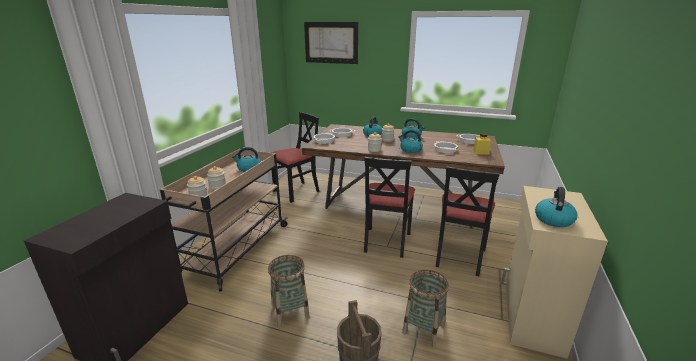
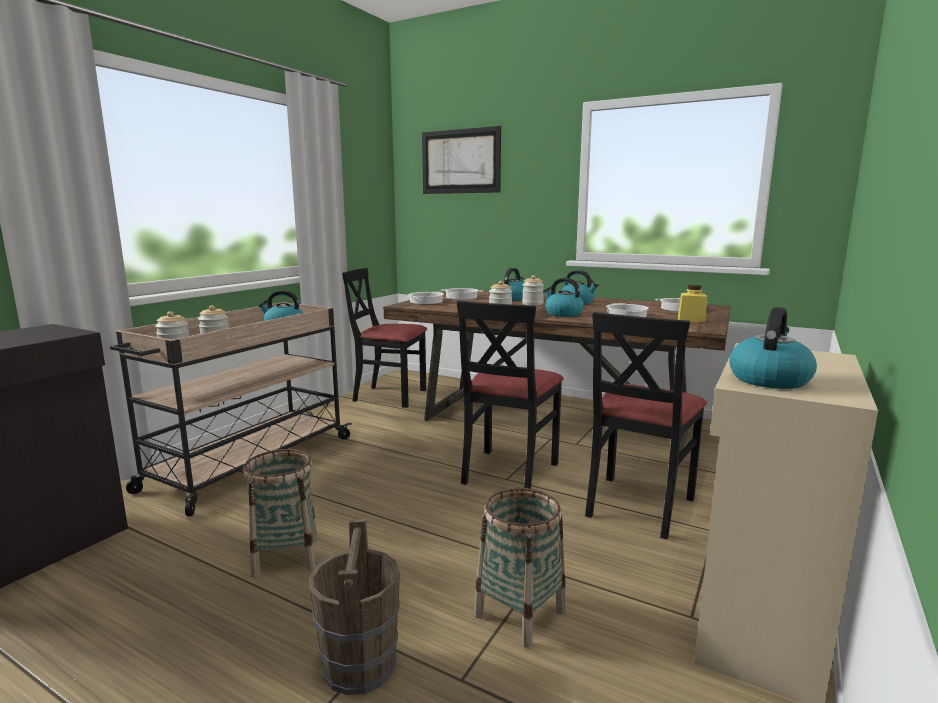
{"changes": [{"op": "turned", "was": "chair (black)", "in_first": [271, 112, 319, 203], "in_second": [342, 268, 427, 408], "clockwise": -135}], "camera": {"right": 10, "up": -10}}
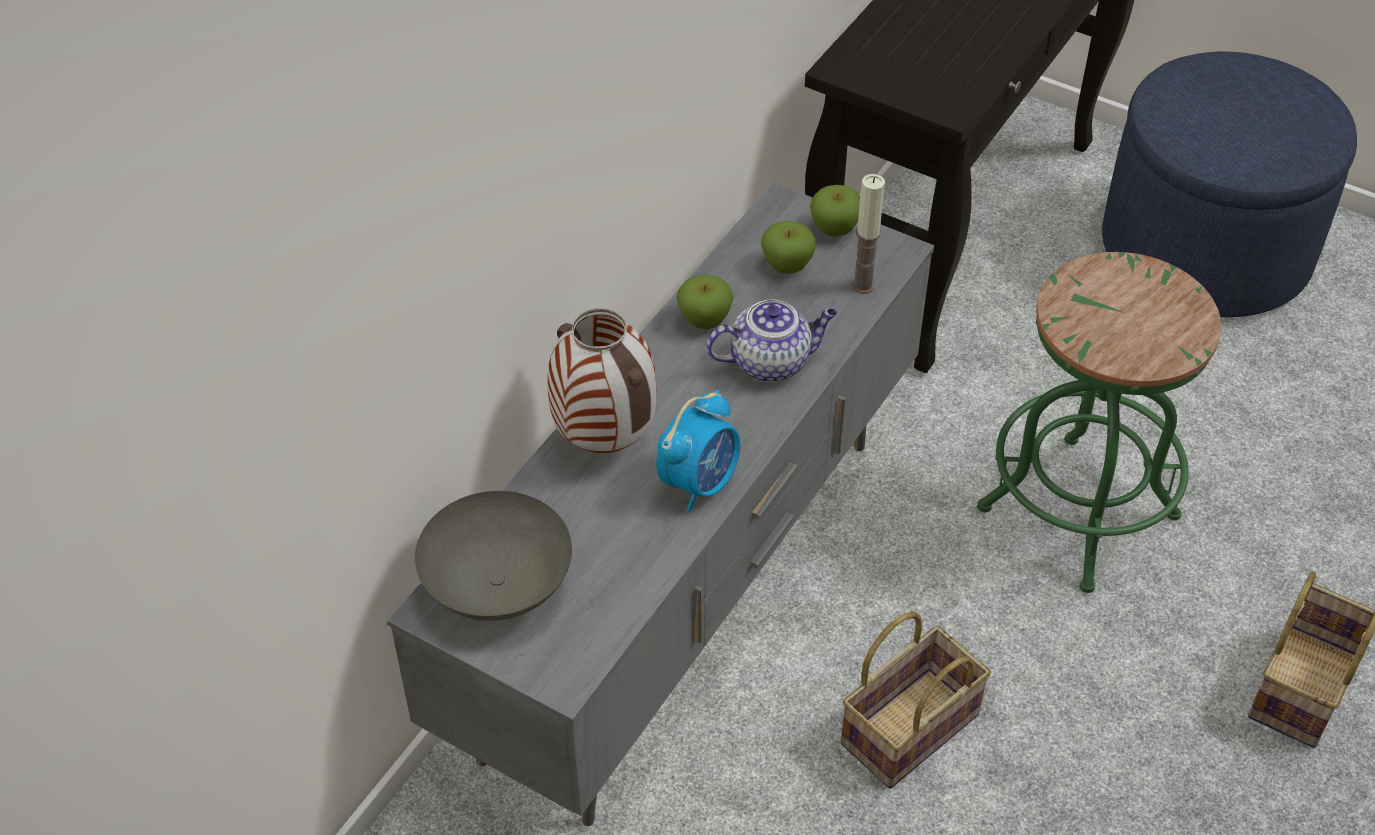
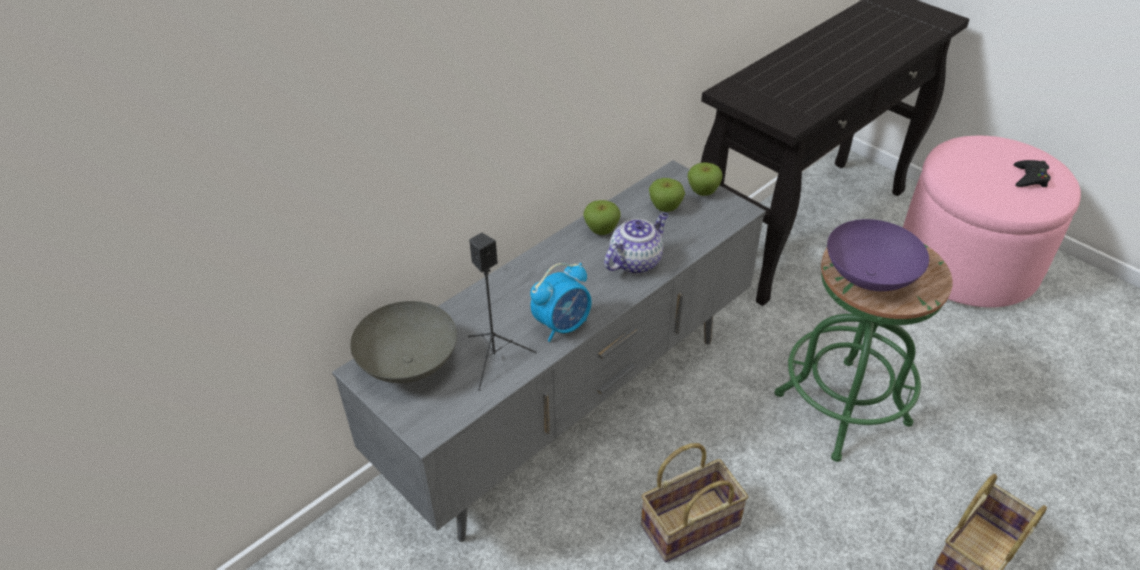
{"changes": [{"op": "removed", "was": "vase", "in_first": [547, 309, 657, 453]}, {"op": "removed", "was": "candle", "in_first": [851, 174, 885, 294]}, {"op": "added", "now": "speaker (black)", "in_second": [468, 233, 537, 391]}, {"op": "added", "now": "bowl (purple)", "in_second": [827, 219, 929, 291]}, {"op": "added", "now": "game controller (black)", "in_second": [1013, 160, 1051, 187]}, {"op": "recoloured", "was": "ottoman (blue)", "now": "ottoman (pink)", "in_first": [1102, 51, 1357, 317], "in_second": [903, 136, 1081, 307]}, {"op": "turned", "was": "teapot", "in_first": [706, 300, 837, 382], "in_second": [604, 213, 668, 274], "clockwise": -45}], "camera": {"right": 15, "up": -5}}
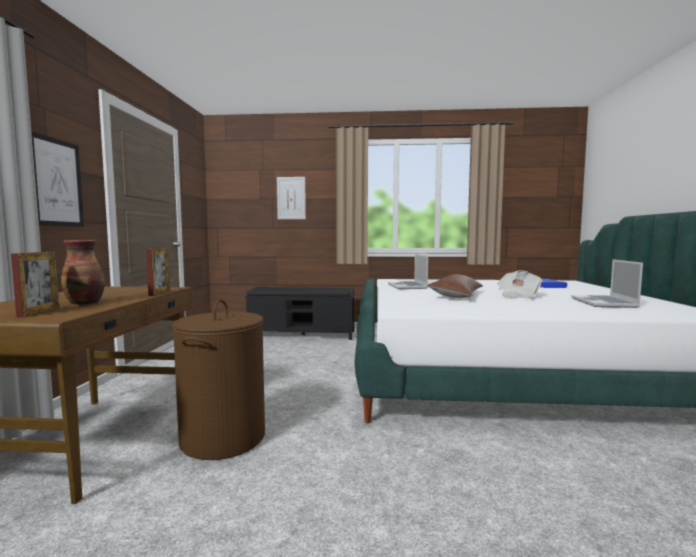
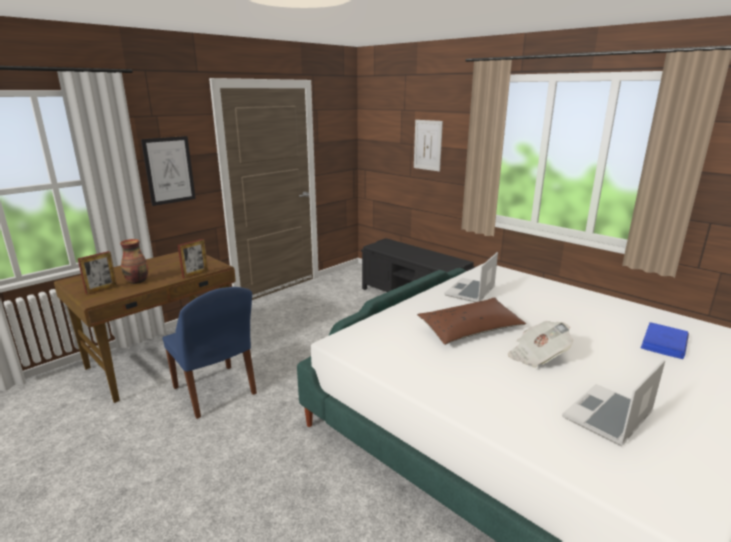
{"changes": [{"op": "replaced", "was": "laundry basket (brown)", "now": "chair (blue)", "in_first": [172, 299, 265, 460], "in_second": [163, 287, 257, 419]}], "camera": {"right": 40, "up": 15}}
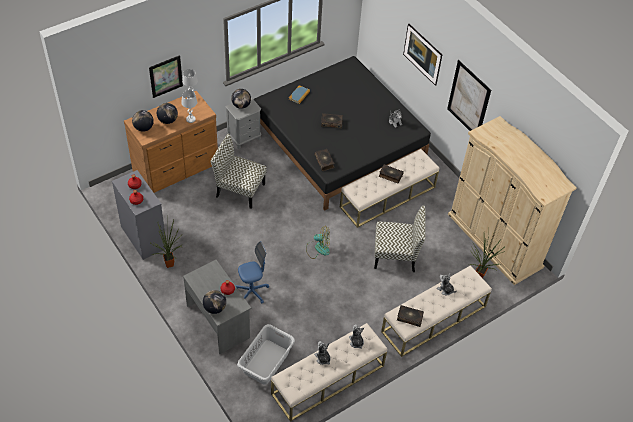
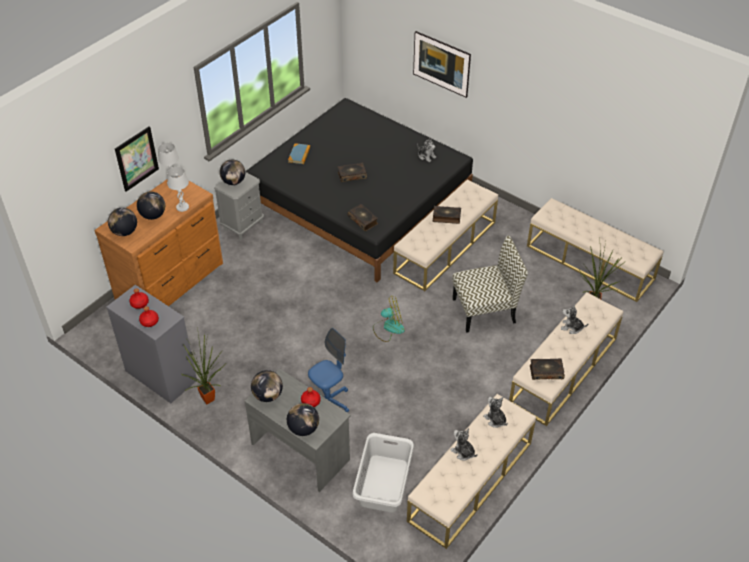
{"changes": [{"op": "removed", "was": "chair", "in_first": [211, 134, 267, 209]}, {"op": "removed", "was": "picture", "in_first": [447, 60, 491, 131]}, {"op": "added", "now": "globe", "in_second": [251, 370, 283, 402]}, {"op": "replaced", "was": "wardrobe (beige)", "now": "bench (beige)", "in_first": [448, 116, 577, 285], "in_second": [527, 198, 663, 302]}], "camera": {"right": -15, "up": -5}}
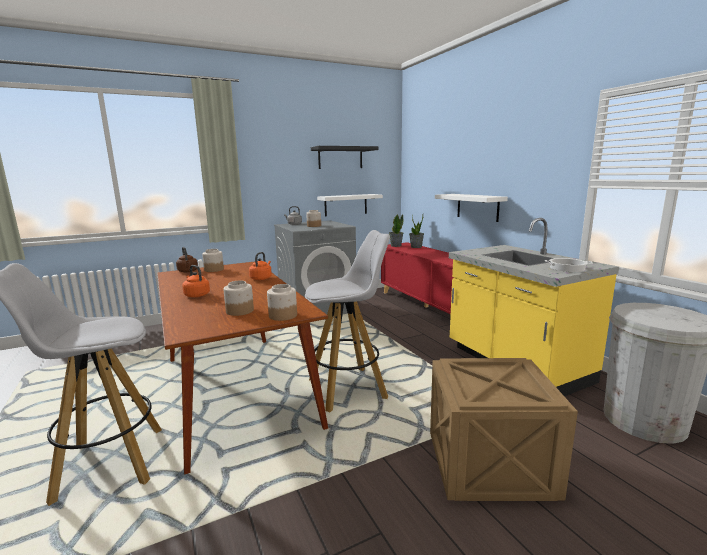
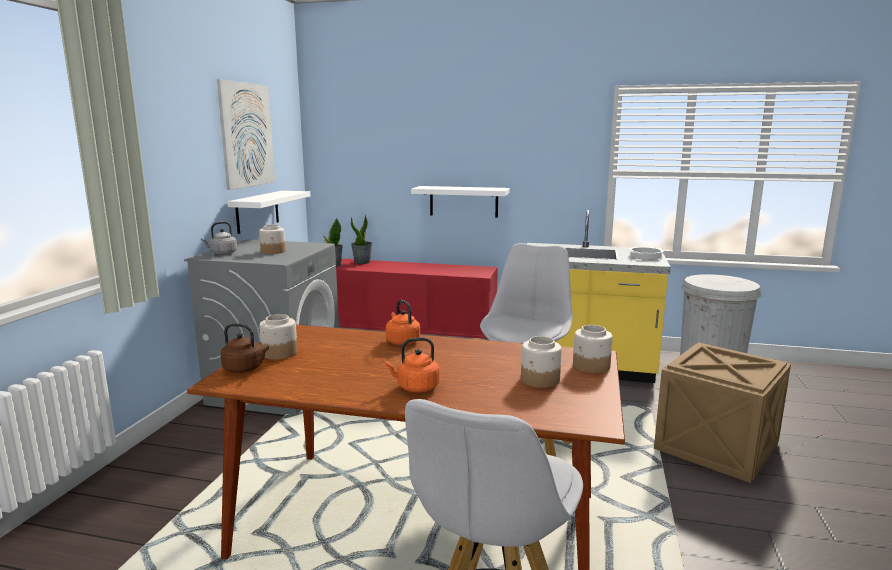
{"changes": [{"op": "replaced", "was": "shelf (black)", "now": "picture", "in_first": [311, 146, 378, 169], "in_second": [217, 79, 275, 190]}], "camera": {"right": -50, "up": 0}}
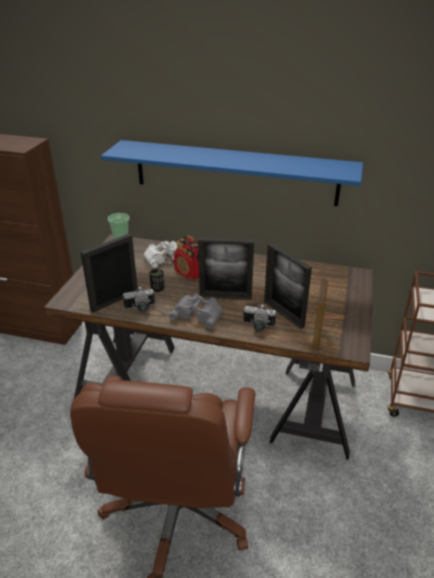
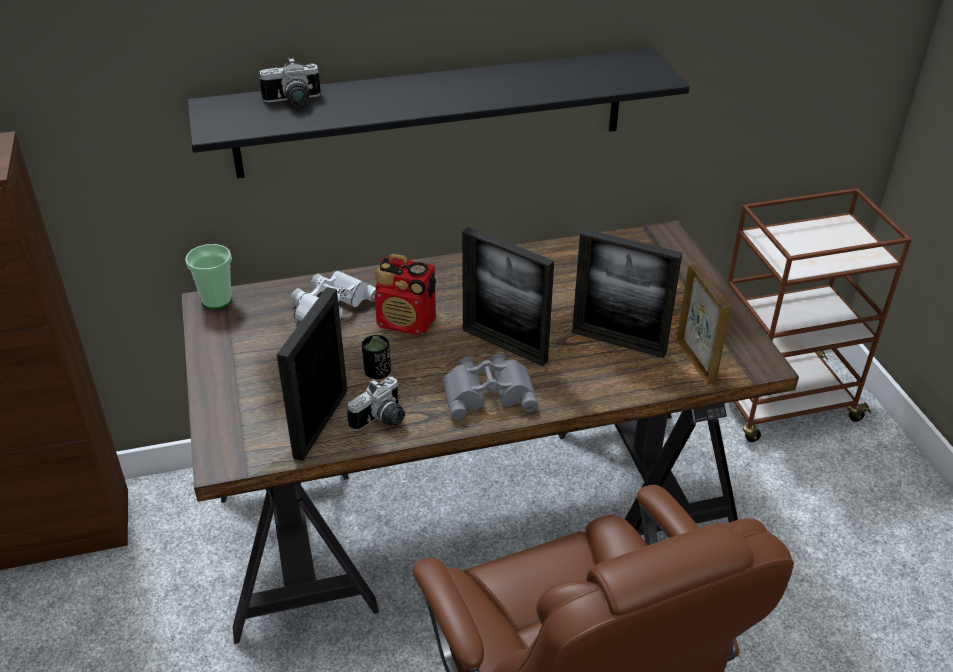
{"changes": [{"op": "moved", "was": "photo camera", "in_first": [243, 304, 276, 332], "in_second": [259, 58, 321, 106]}, {"op": "recoloured", "was": "shelf (blue)", "now": "shelf (black)", "in_first": [101, 140, 363, 206], "in_second": [187, 48, 690, 178]}, {"op": "turned", "was": "picture frame", "in_first": [198, 237, 254, 300], "in_second": [462, 227, 554, 366], "clockwise": 60}], "camera": {"right": -30, "up": 5}}
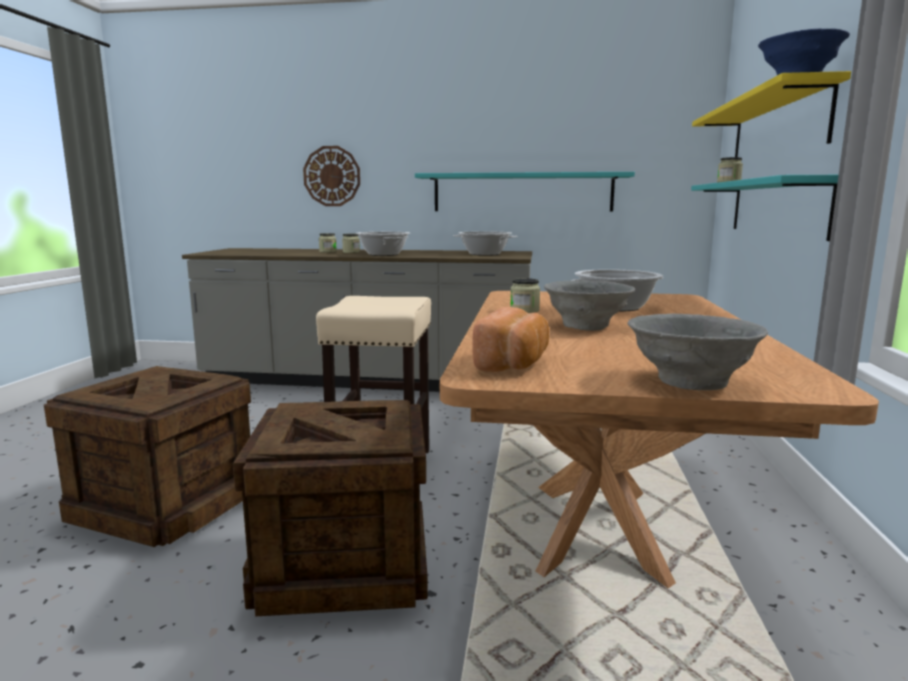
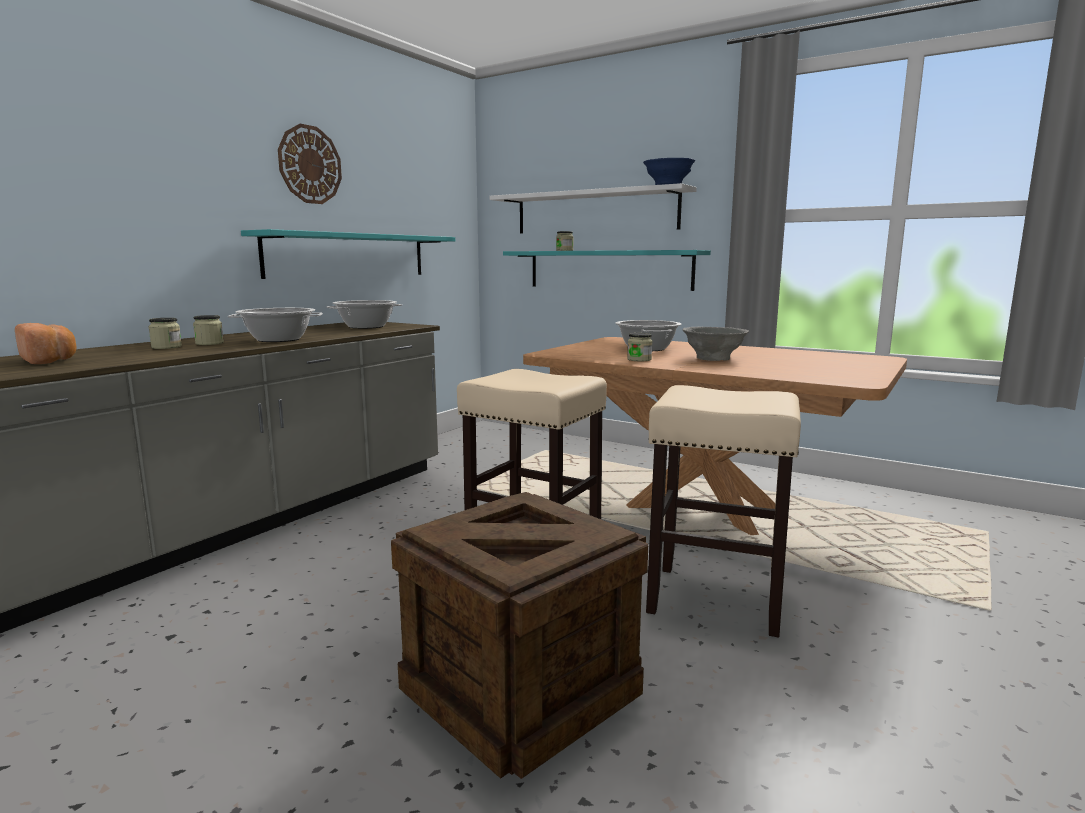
{"changes": [{"op": "removed", "was": "bowl (grey)", "in_first": [628, 313, 768, 390]}, {"op": "moved", "was": "wall clock", "in_first": [303, 146, 360, 206], "in_second": [278, 124, 342, 204]}, {"op": "moved", "was": "bread", "in_first": [472, 307, 549, 372], "in_second": [15, 323, 76, 364]}, {"op": "replaced", "was": "crate", "now": "stool (beige)", "in_first": [233, 400, 428, 616], "in_second": [646, 385, 801, 637]}, {"op": "recoloured", "was": "shelf (yellow)", "now": "shelf (white)", "in_first": [692, 71, 851, 157], "in_second": [489, 183, 697, 233]}], "camera": {"right": -65, "up": 0}}
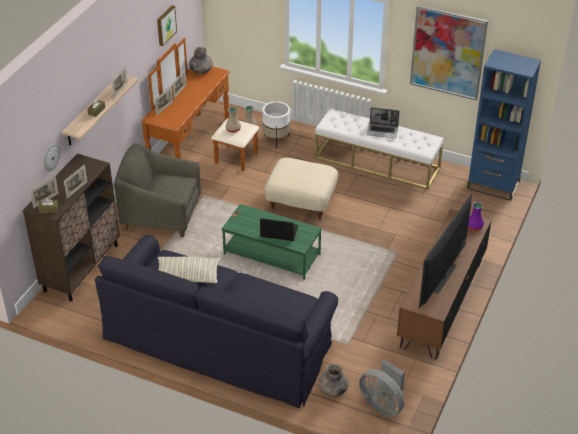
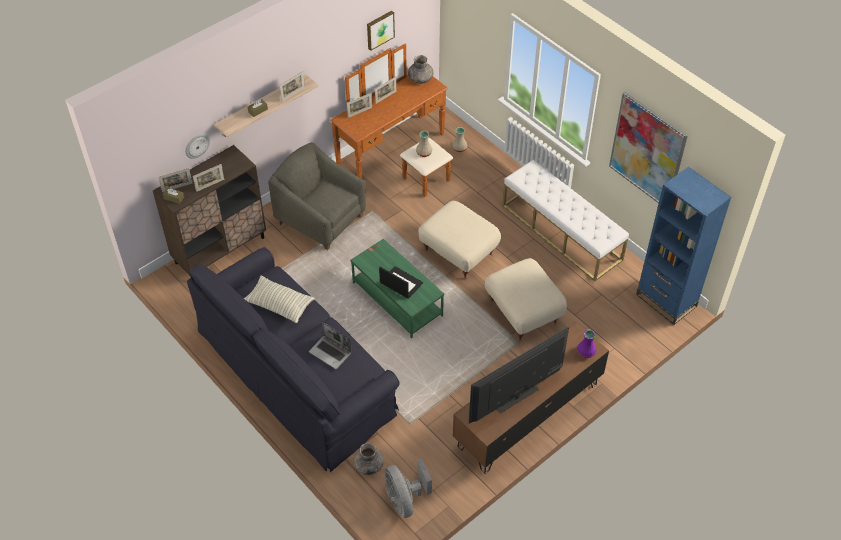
{"changes": [{"op": "removed", "was": "planter (white)", "in_first": [262, 101, 290, 148]}, {"op": "added", "now": "ottoman (beige)", "in_second": [485, 258, 567, 341]}, {"op": "moved", "was": "laptop", "in_first": [367, 107, 400, 138], "in_second": [309, 322, 352, 369]}], "camera": {"right": 25, "up": 10}}
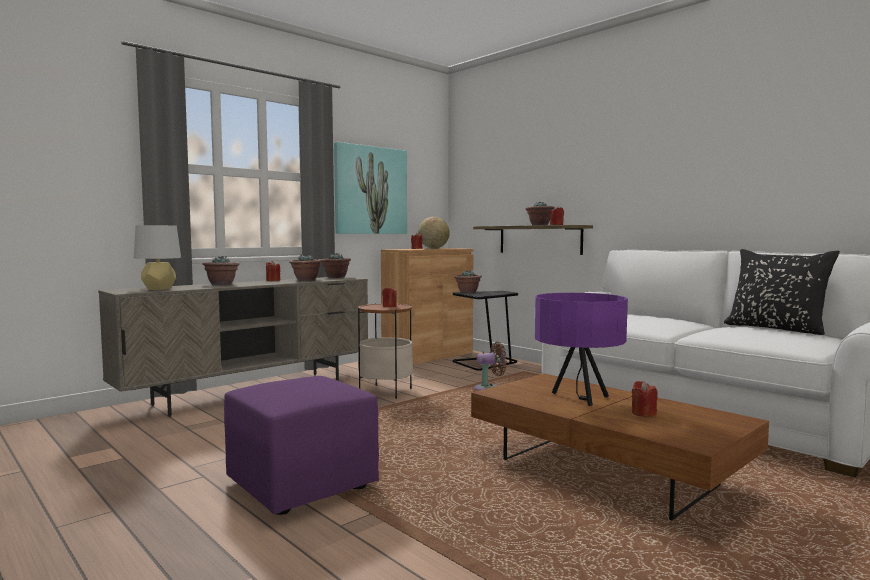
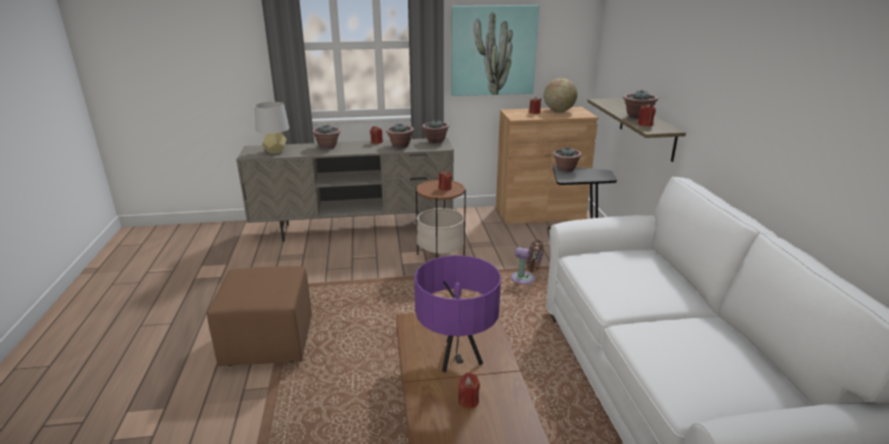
{"changes": [{"op": "removed", "was": "pillow (black)", "in_first": [724, 249, 840, 335]}, {"op": "recoloured", "was": "ottoman (purple)", "now": "ottoman (brown)", "in_first": [224, 376, 379, 515], "in_second": [207, 266, 312, 366]}], "camera": {"right": 35, "up": 20}}
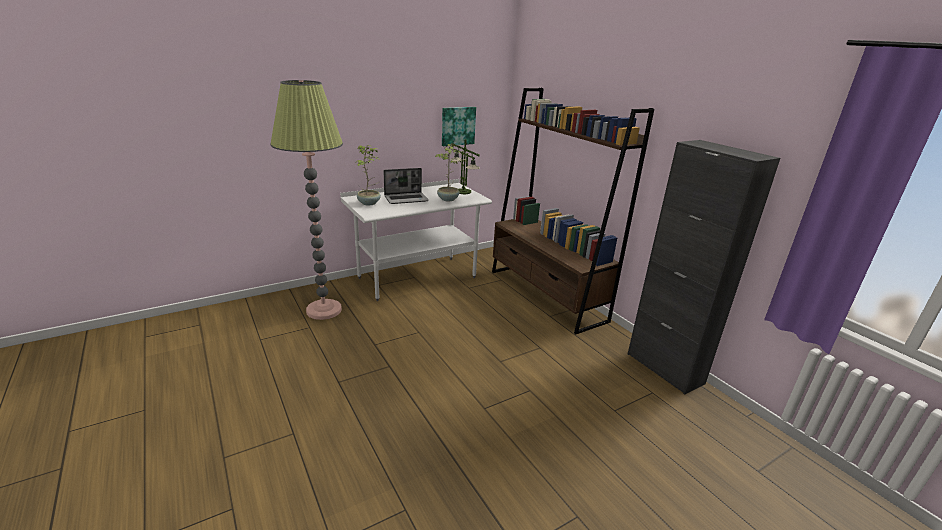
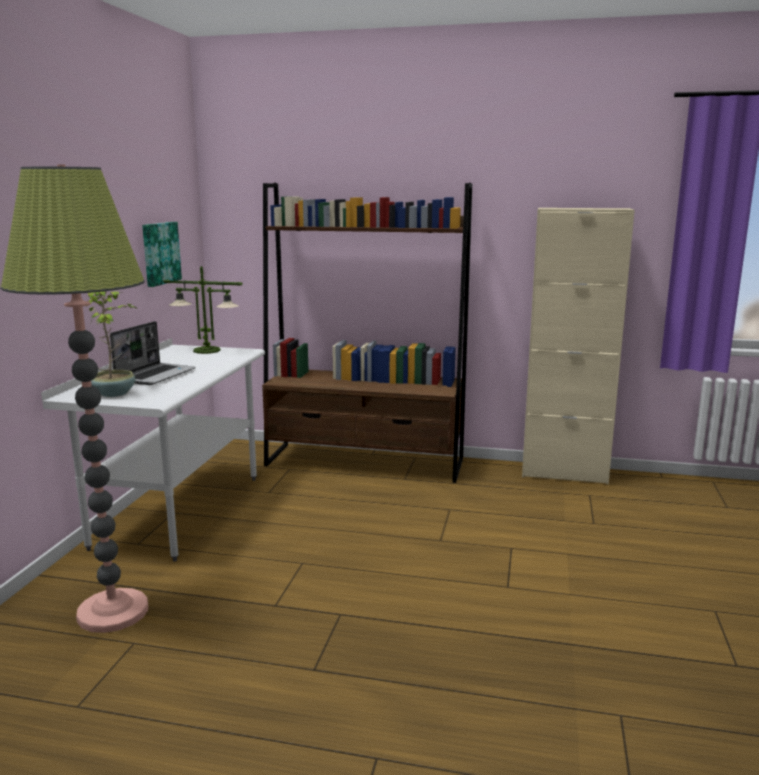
{"changes": [{"op": "removed", "was": "potted plant", "in_first": [435, 144, 466, 201]}, {"op": "recoloured", "was": "cabinet (black)", "now": "cabinet (beige)", "in_first": [628, 140, 780, 395], "in_second": [522, 208, 635, 485]}], "camera": {"right": -45, "up": -10}}
